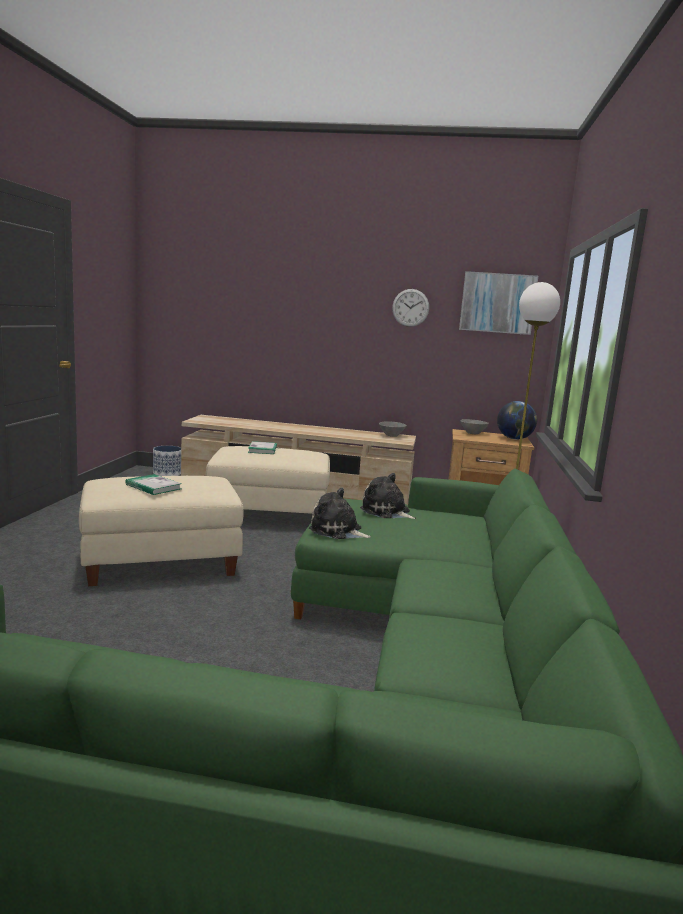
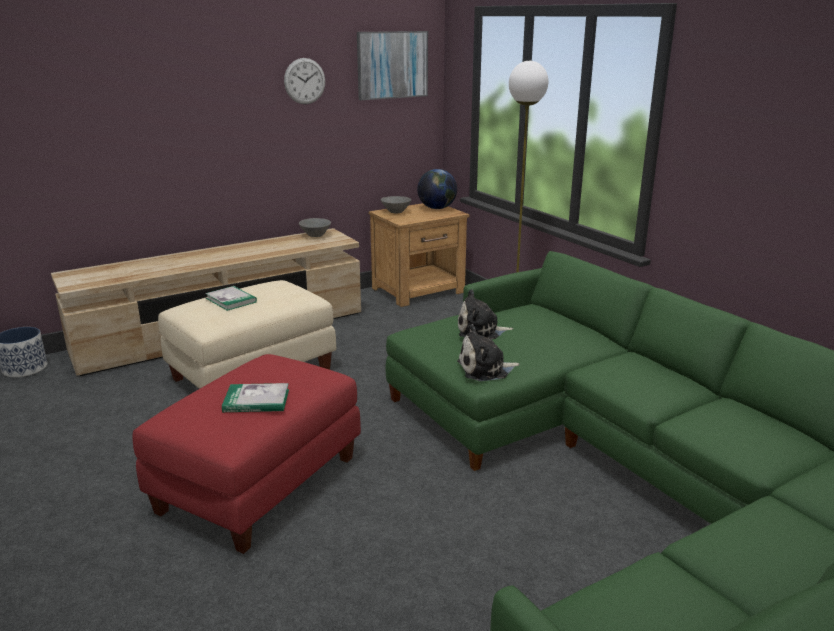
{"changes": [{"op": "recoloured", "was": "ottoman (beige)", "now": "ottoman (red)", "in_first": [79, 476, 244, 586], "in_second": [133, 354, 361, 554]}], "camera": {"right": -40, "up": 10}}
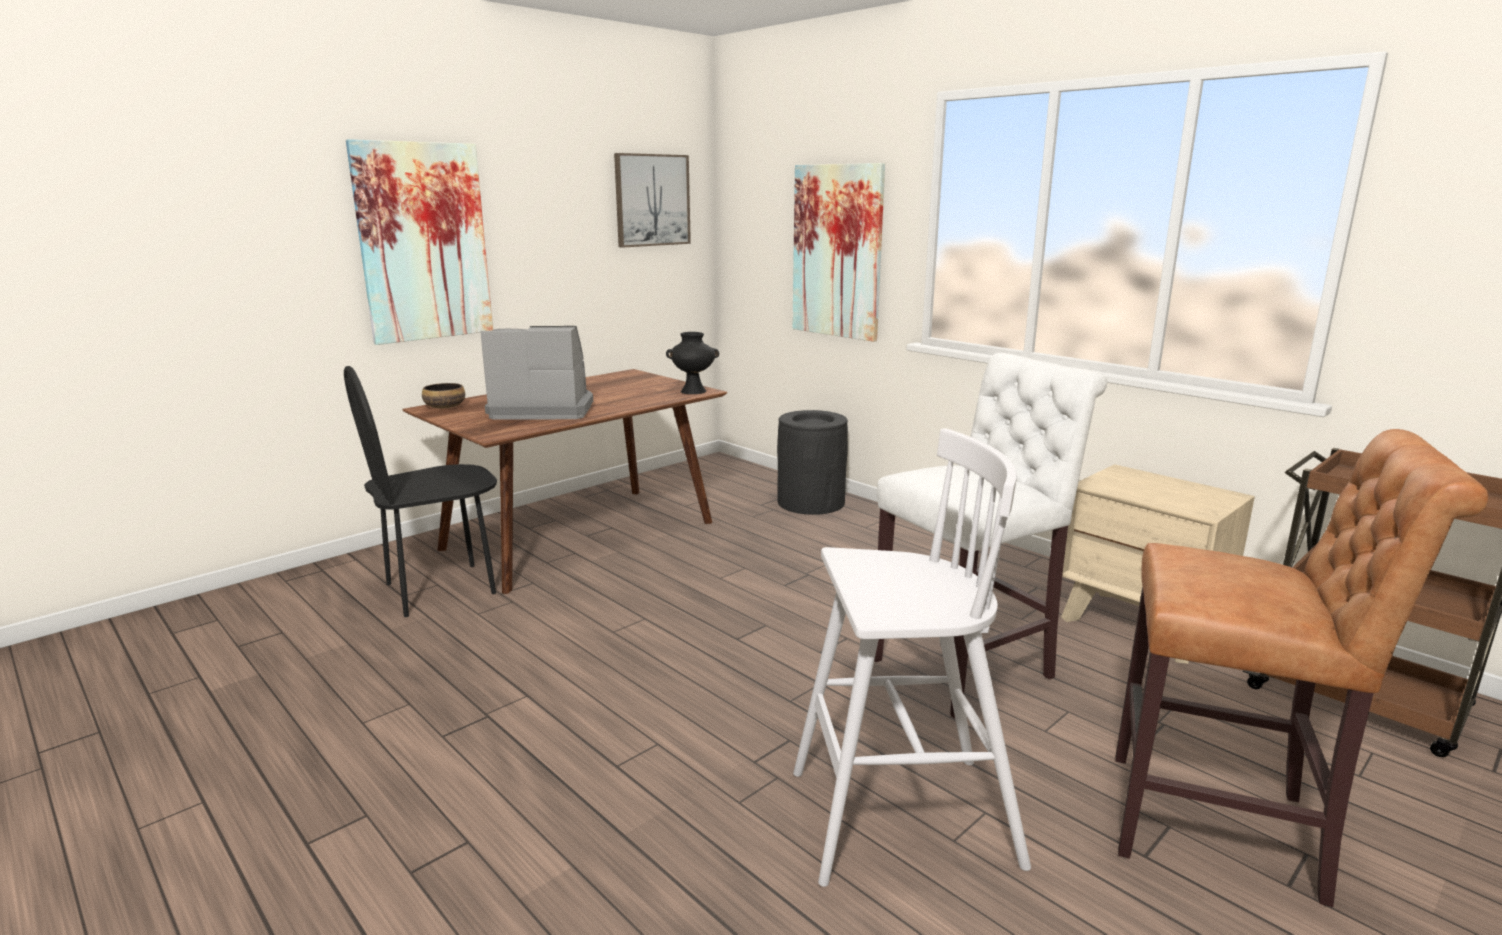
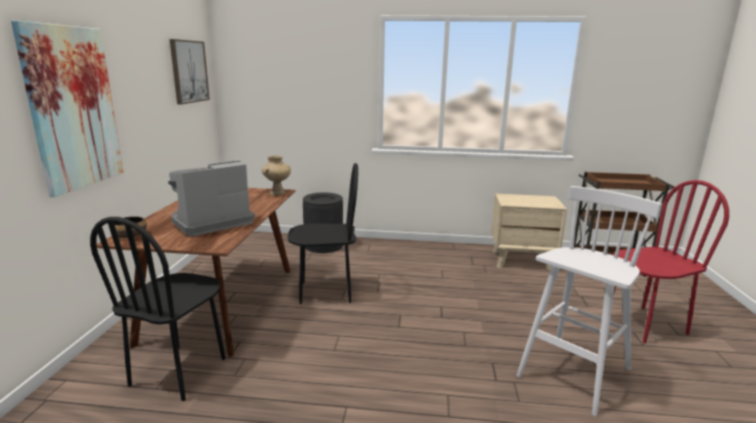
{"changes": [{"op": "removed", "was": "picture", "in_first": [792, 163, 885, 342]}, {"op": "removed", "was": "stool (white)", "in_first": [874, 353, 1107, 719]}, {"op": "added", "now": "chair (black)", "in_second": [288, 163, 358, 304]}, {"op": "replaced", "was": "stool (brown)", "now": "chair (red)", "in_first": [1115, 429, 1489, 907], "in_second": [613, 180, 729, 344]}, {"op": "recoloured", "was": "vase (black)", "now": "vase (beige)", "in_first": [666, 332, 719, 394], "in_second": [262, 156, 291, 195]}], "camera": {"right": -40, "up": 0}}
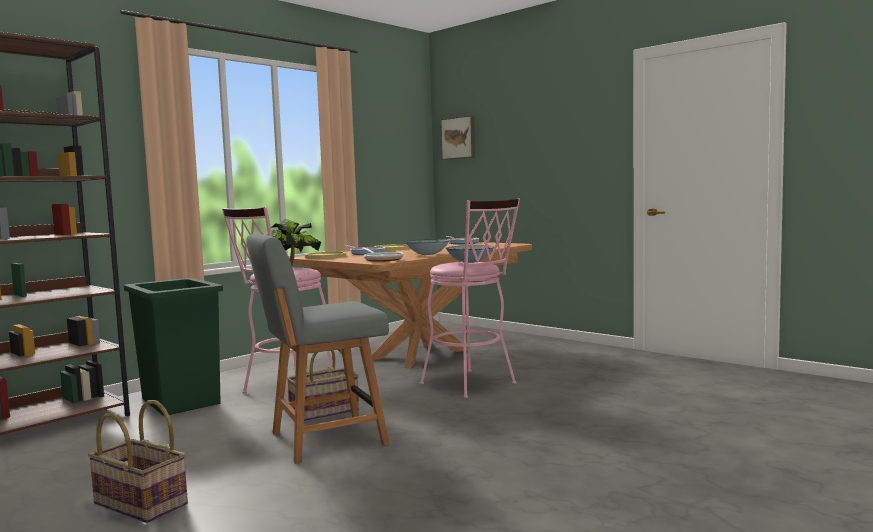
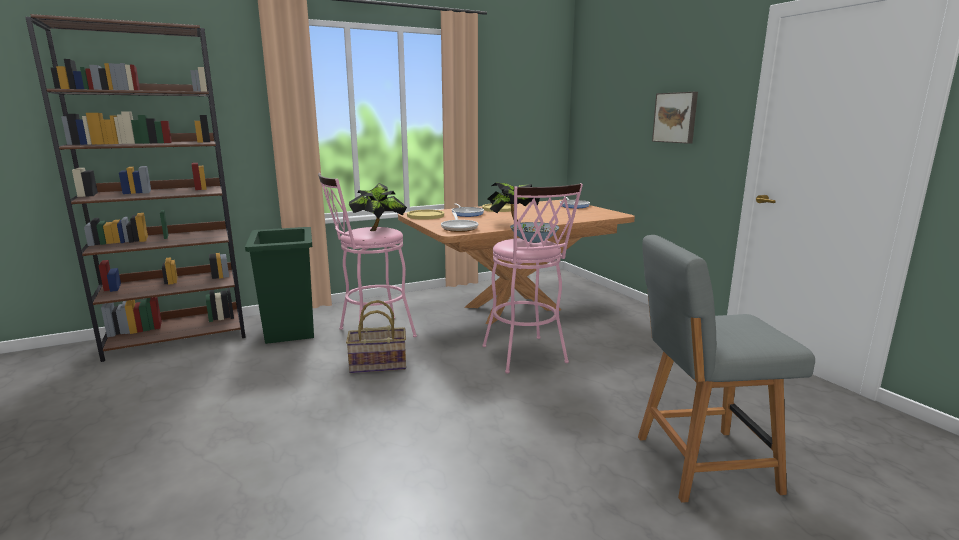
{"changes": [{"op": "removed", "was": "basket", "in_first": [88, 400, 188, 523]}, {"op": "moved", "was": "chair (grey)", "in_first": [246, 234, 389, 464], "in_second": [638, 235, 815, 503]}, {"op": "moved", "was": "picture", "in_first": [441, 115, 475, 160], "in_second": [652, 92, 698, 144]}, {"op": "replaced", "was": "bowl", "now": "potted plant", "in_first": [405, 239, 450, 255], "in_second": [487, 183, 540, 221]}], "camera": {"right": 20, "up": 10}}
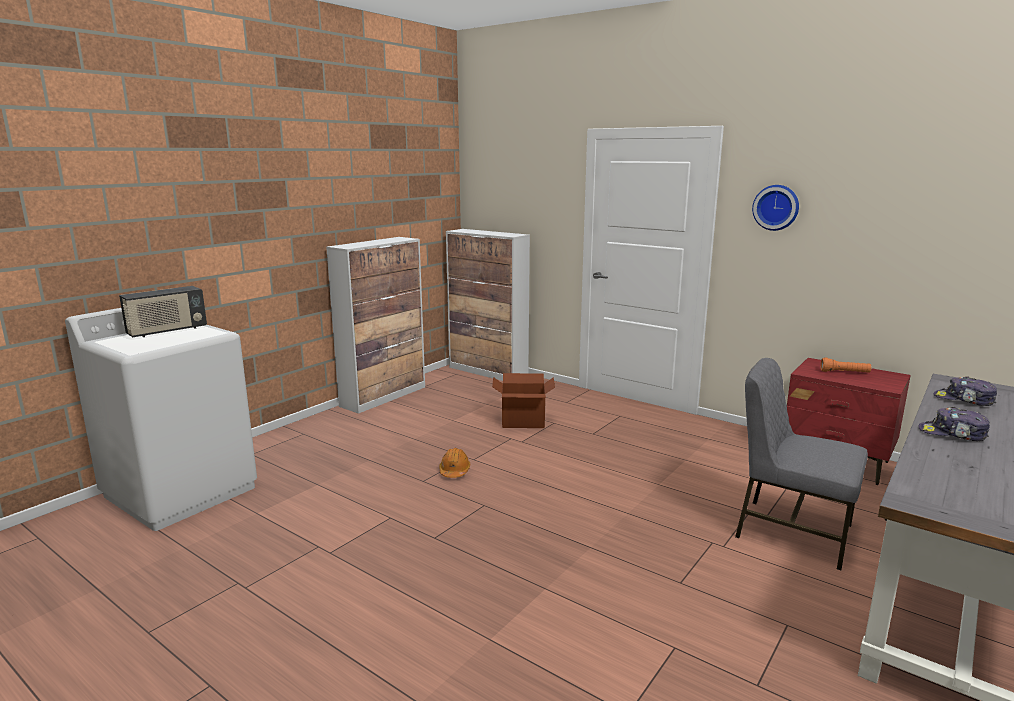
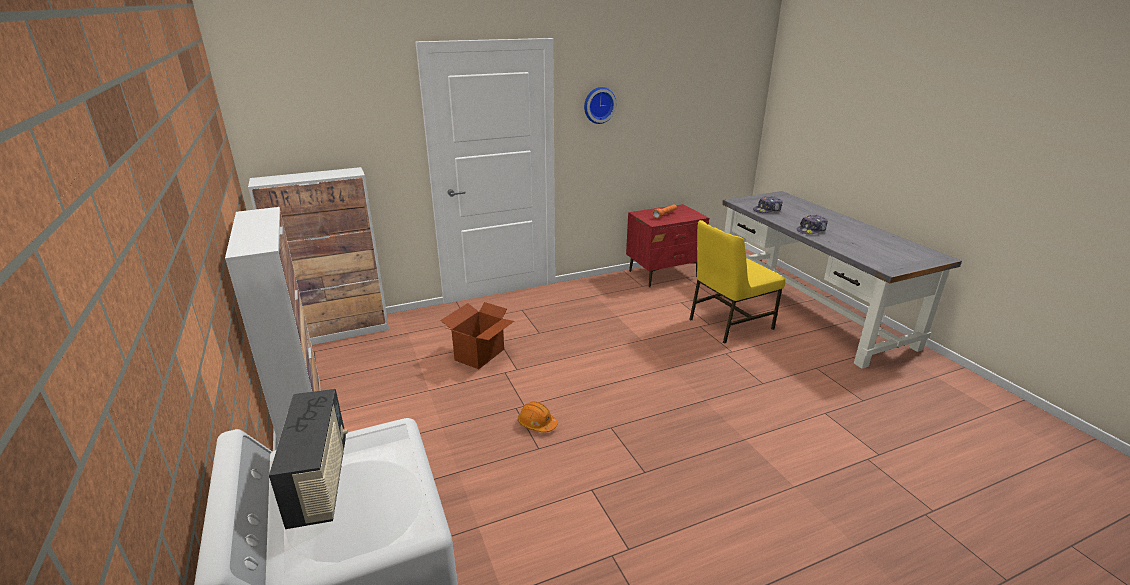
{"changes": [{"op": "recoloured", "was": "chair (grey)", "now": "chair (yellow)", "in_first": [735, 358, 868, 570], "in_second": [689, 220, 786, 344]}], "camera": {"right": -60, "up": 10}}
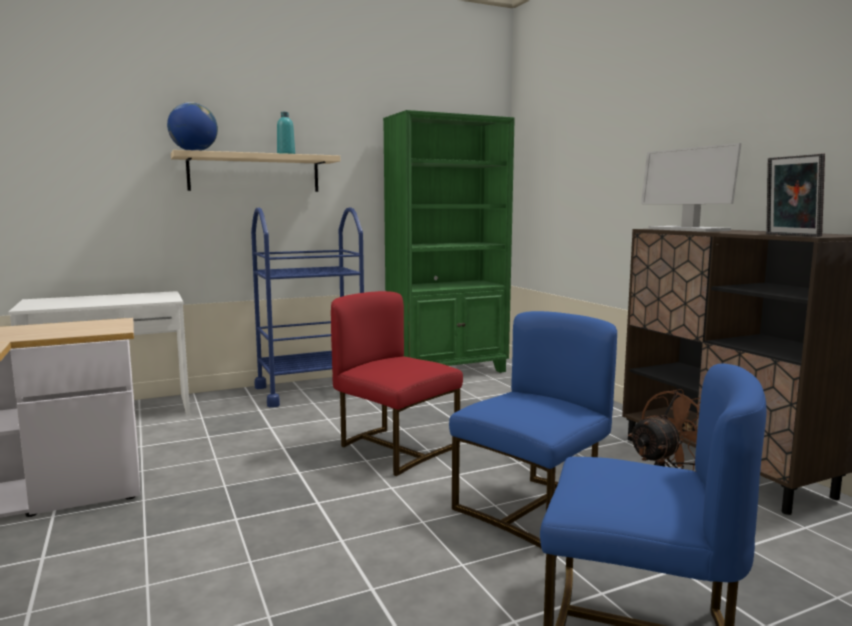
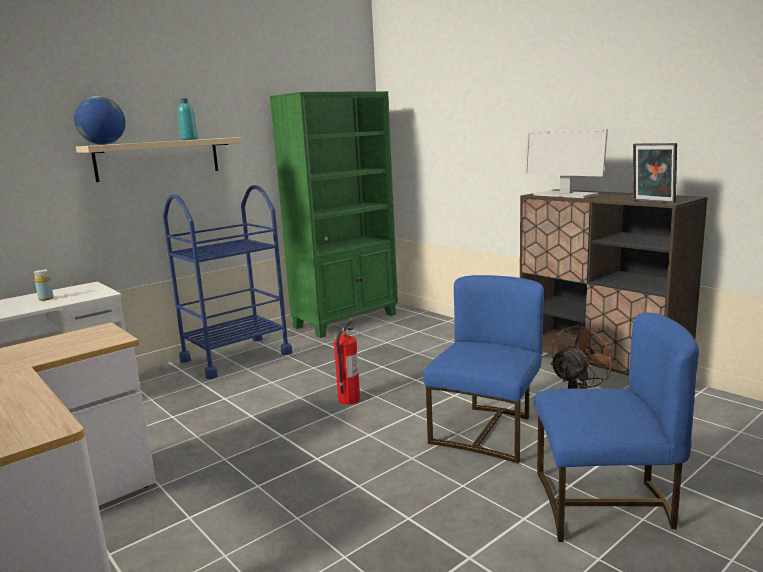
{"changes": [{"op": "added", "now": "bottle (yellow)", "in_second": [34, 270, 54, 301]}, {"op": "replaced", "was": "chair (red)", "now": "fire extinguisher", "in_first": [331, 291, 463, 476], "in_second": [334, 320, 360, 405]}], "camera": {"right": -15, "up": 5}}
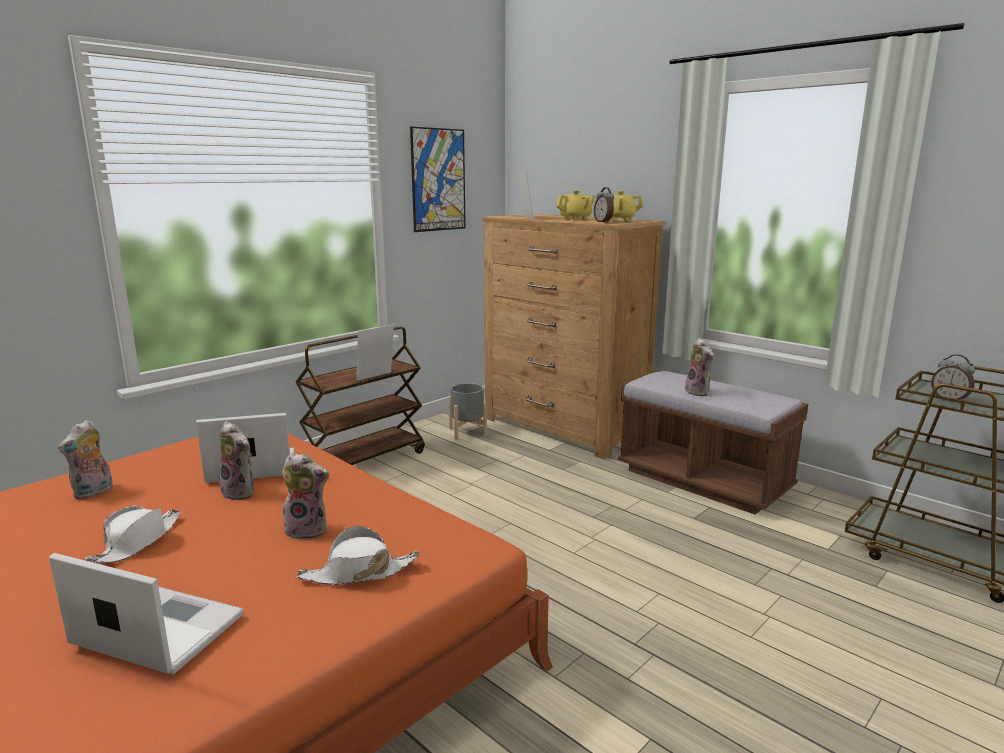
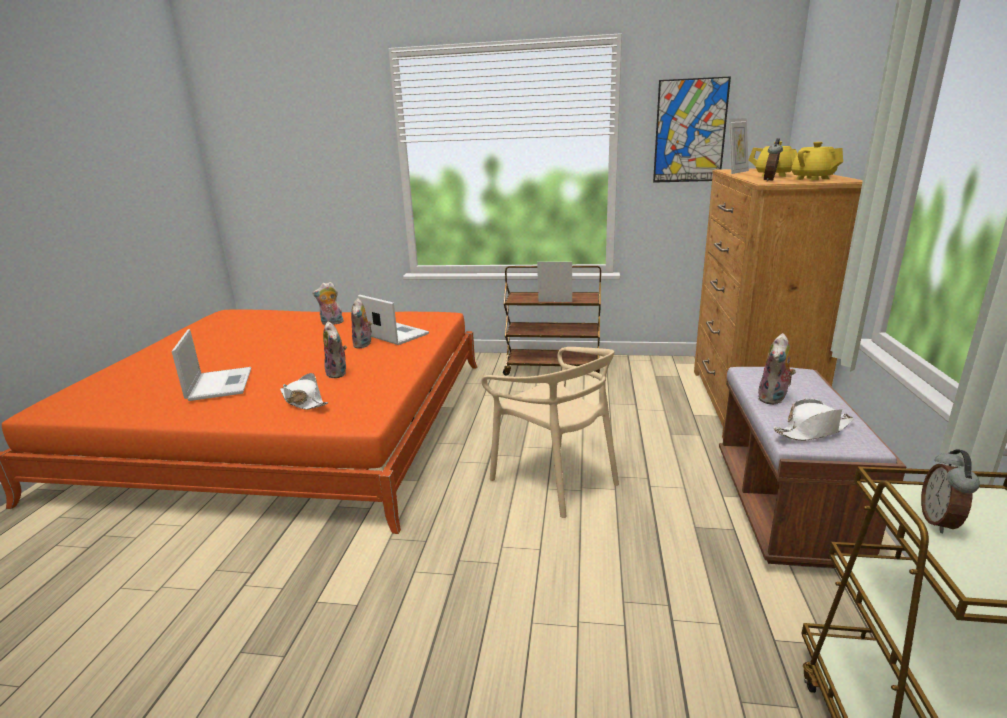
{"changes": [{"op": "removed", "was": "planter (grey)", "in_first": [448, 383, 487, 440]}, {"op": "added", "now": "chair (beige)", "in_second": [481, 347, 619, 518]}, {"op": "moved", "was": "hat (white)", "in_first": [85, 506, 181, 564], "in_second": [773, 399, 854, 441]}], "camera": {"right": 55, "up": 5}}
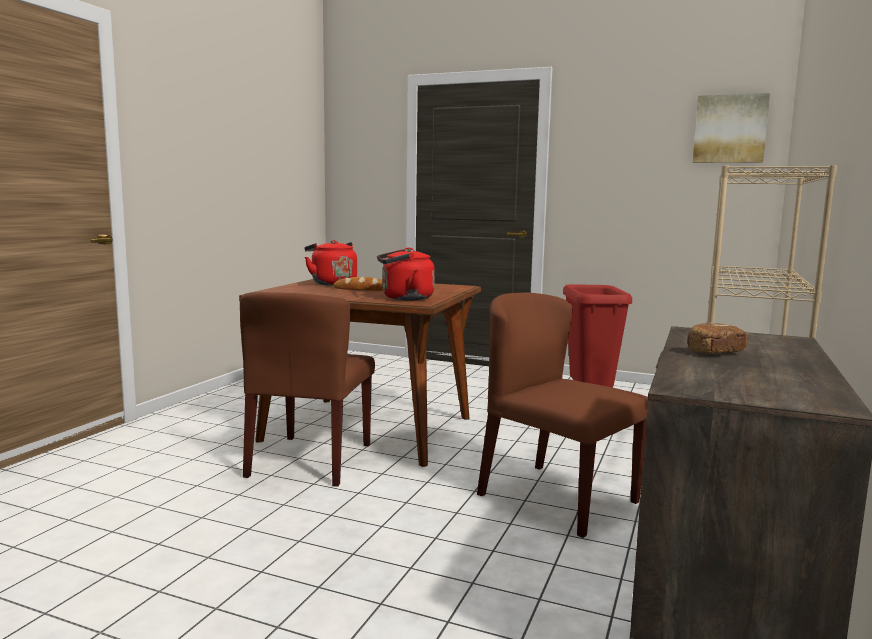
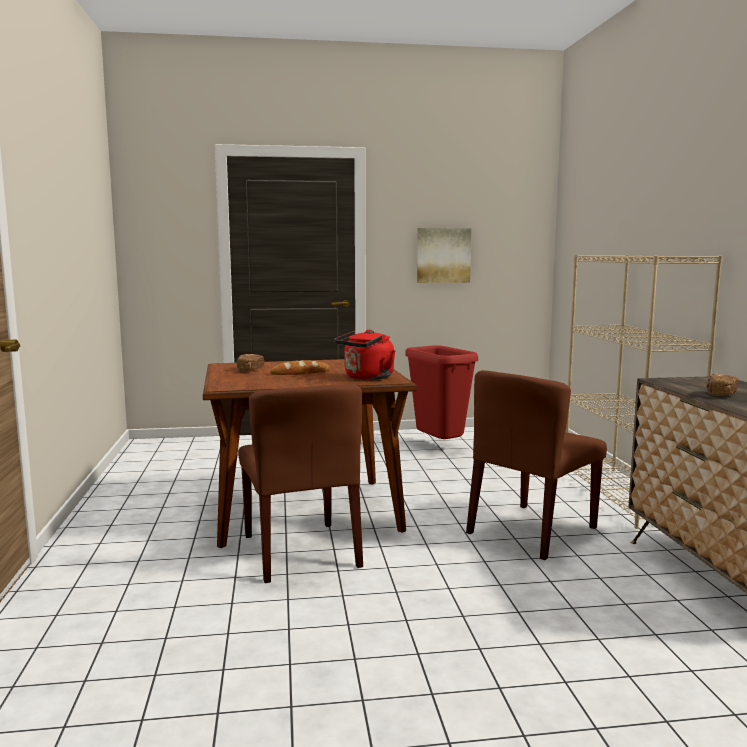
{"changes": [{"op": "moved", "was": "picture", "in_first": [693, 93, 770, 163], "in_second": [417, 228, 471, 283]}, {"op": "replaced", "was": "kettle (red)", "now": "bread", "in_first": [305, 240, 357, 286], "in_second": [236, 354, 264, 371]}, {"op": "turned", "was": "chair (brown)", "in_first": [477, 293, 648, 538], "in_second": [466, 370, 607, 560], "clockwise": -60}], "camera": {"right": -30, "up": 0}}
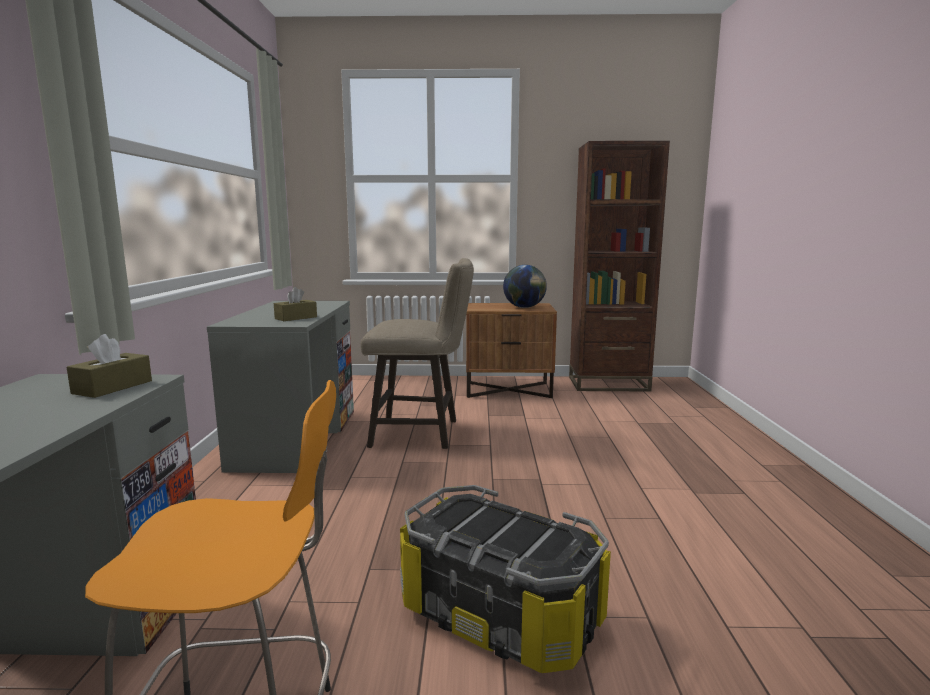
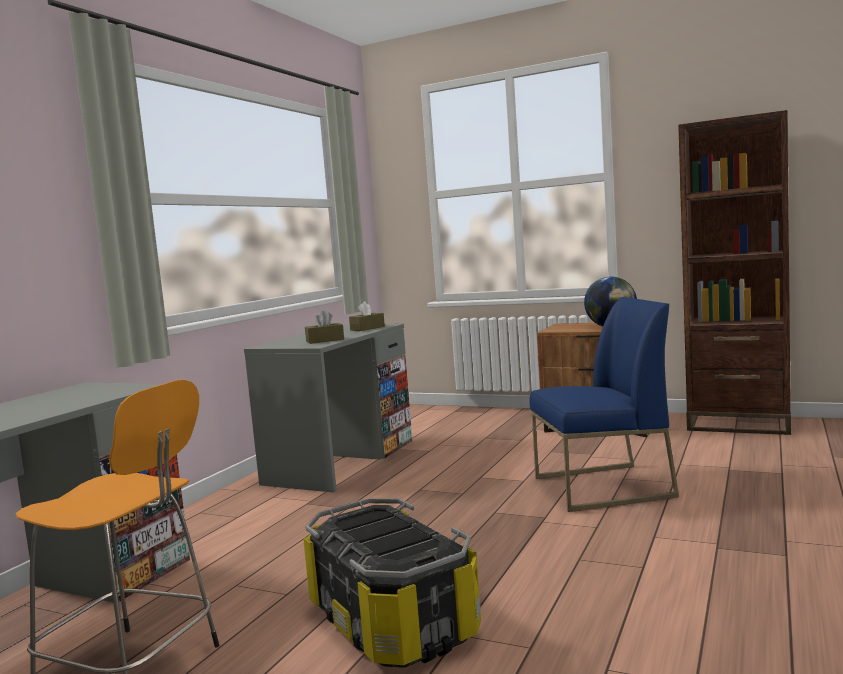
{"changes": [{"op": "removed", "was": "stool (beige)", "in_first": [361, 258, 474, 449]}, {"op": "added", "now": "chair (blue)", "in_second": [529, 297, 679, 512]}, {"op": "moved", "was": "tissue box (brown)", "in_first": [67, 334, 152, 398], "in_second": [349, 301, 385, 331]}], "camera": {"right": 25, "up": -5}}
